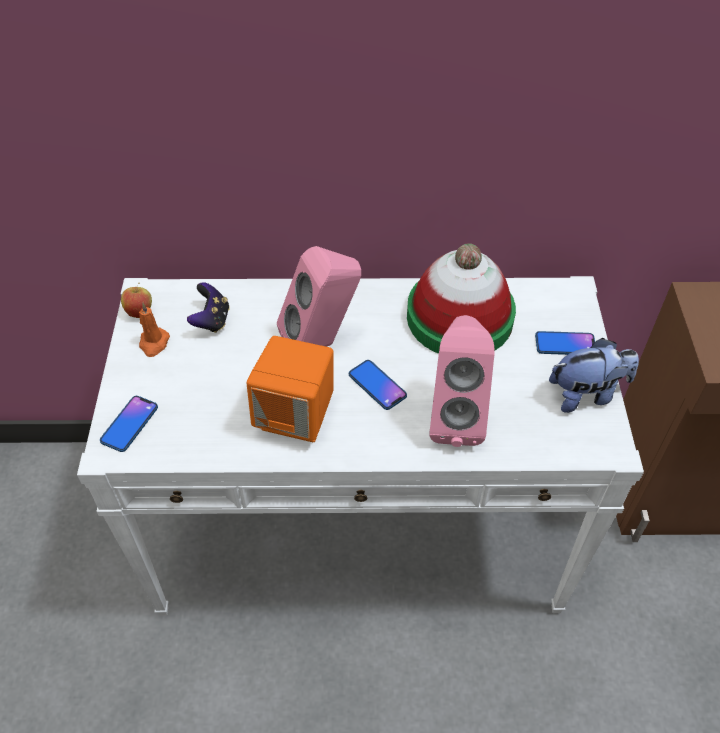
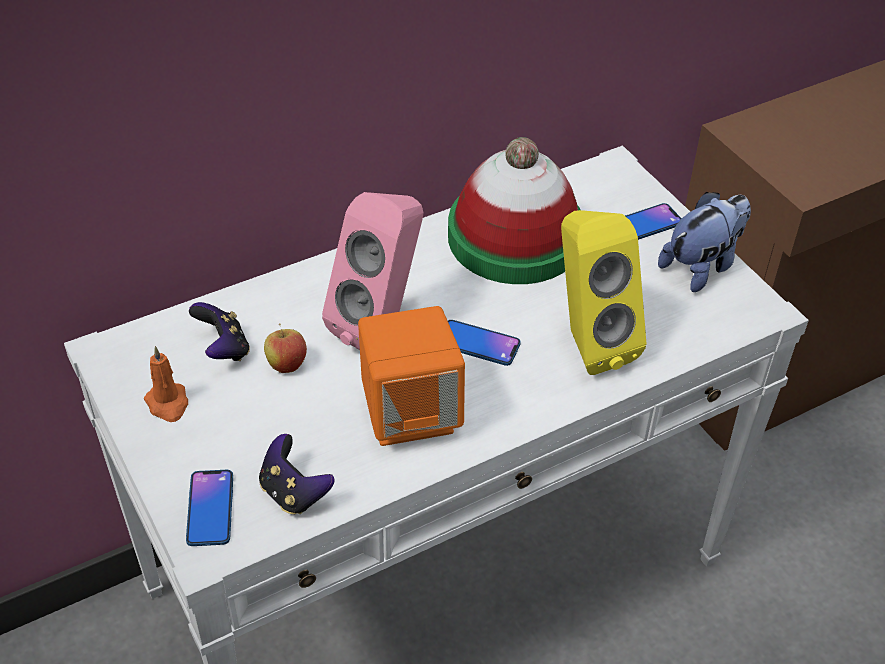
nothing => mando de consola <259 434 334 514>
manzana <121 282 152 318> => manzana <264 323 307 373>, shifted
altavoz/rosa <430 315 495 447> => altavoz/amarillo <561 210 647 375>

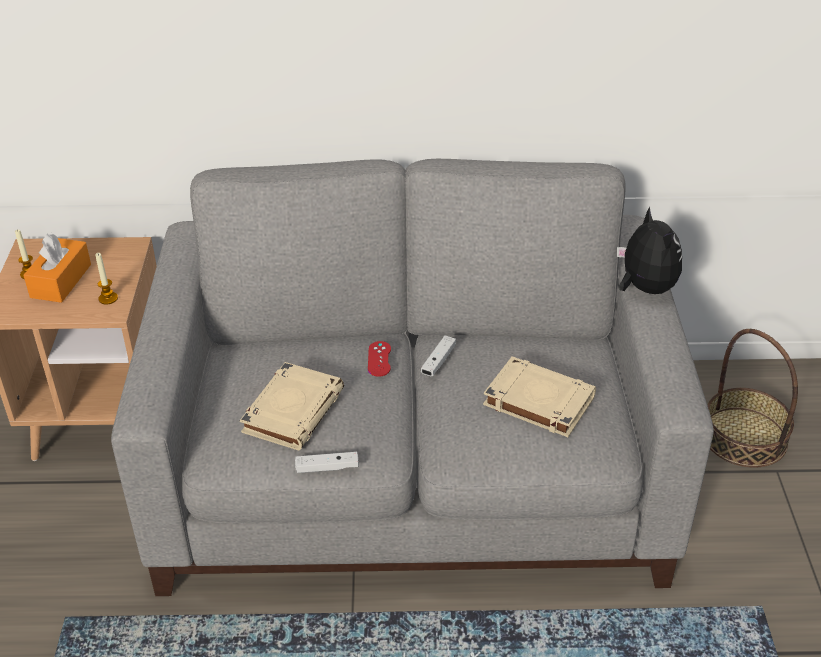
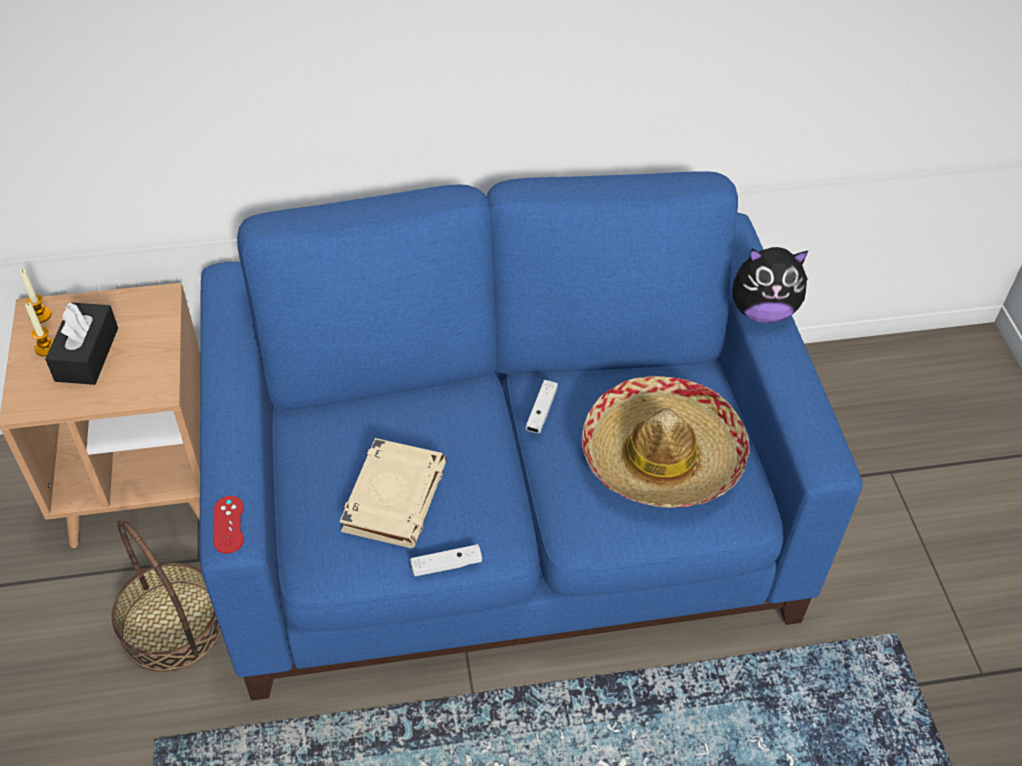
vela <96 253 118 305> => vela <19 269 51 323>, shifted
mando de consola/rojo <368 341 391 377> => mando de consola/rojo <213 496 244 554>, shifted
cesta <708 329 798 468> => cesta <112 519 221 672>, shifted
libro/beis <483 356 596 437> => sombrero <582 376 750 508>
caja de pañuelos/naranja <23 233 91 303> => caja de pañuelos/negro <45 302 118 385>
sofá/gris <111 159 714 596> => sofá/azul <200 171 862 701>
peluche <617 206 682 294> => peluche <732 247 808 323>, 120 degrees clockwise

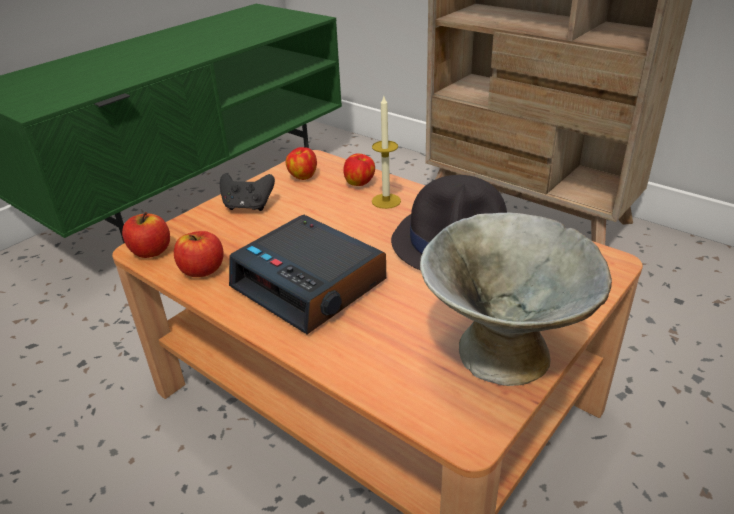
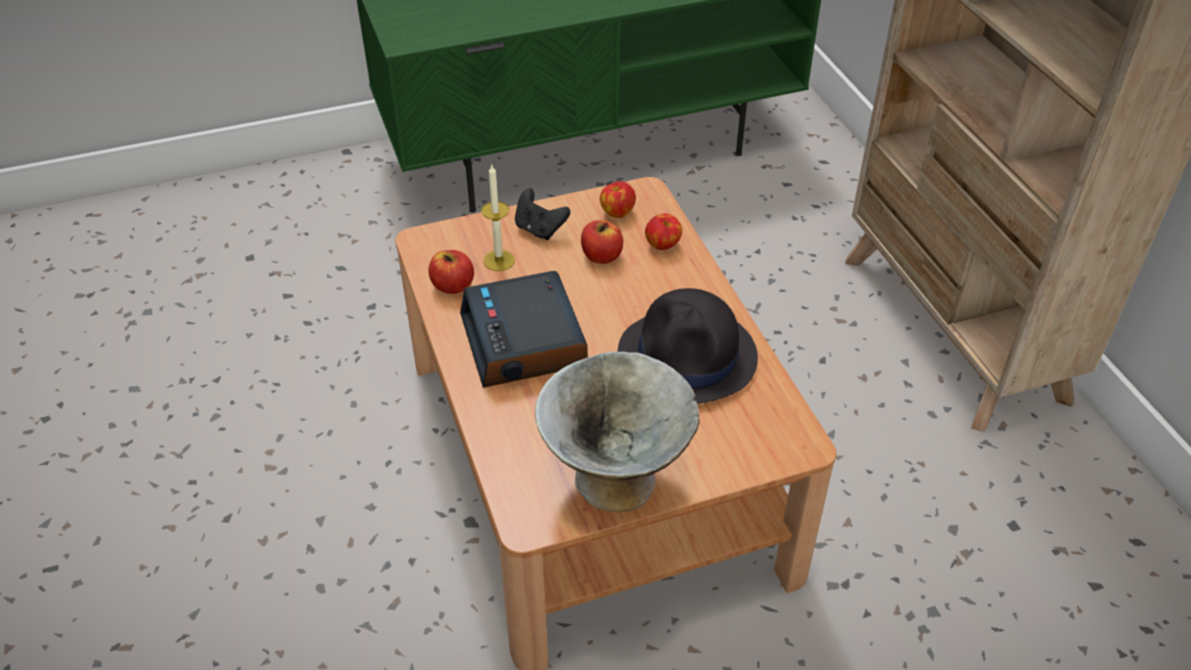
manzana <122 212 170 258> => manzana <581 220 623 264>, shifted
vela <372 96 401 209> => vela <481 165 515 271>, shifted

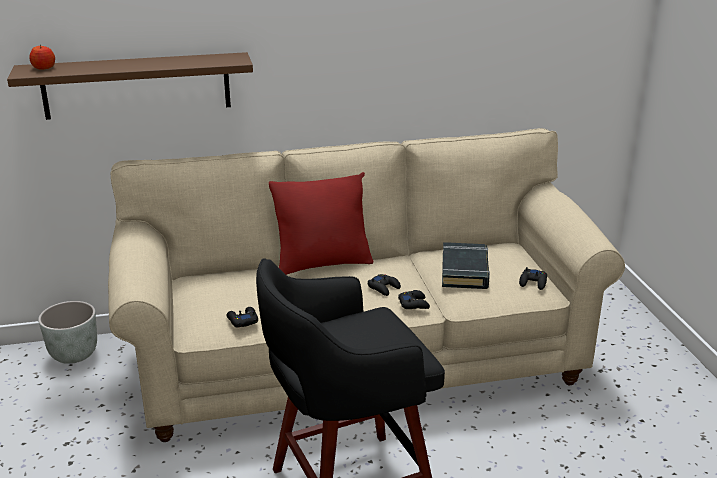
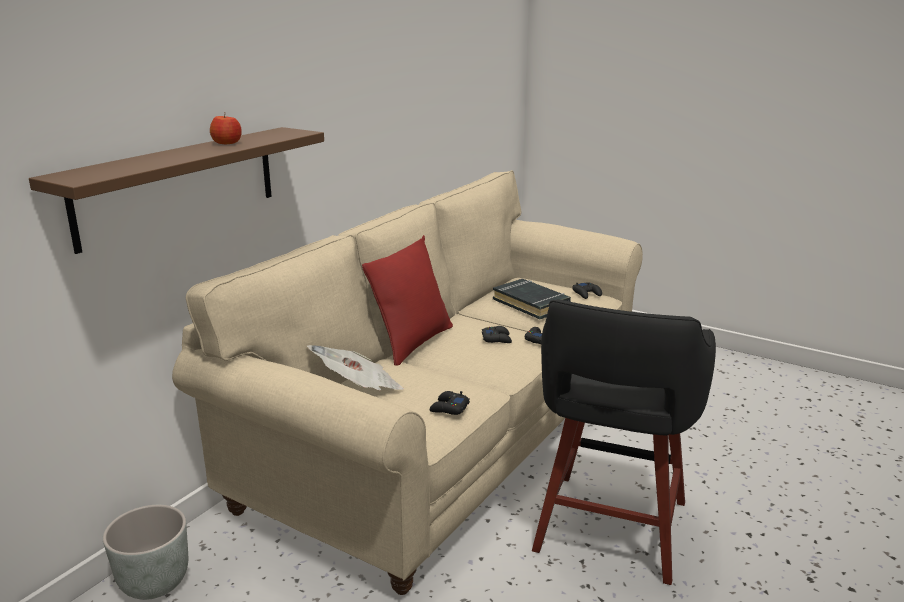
nothing => periódico <307 345 404 390>
manzana <29 45 55 70> => manzana <210 115 242 144>, shifted

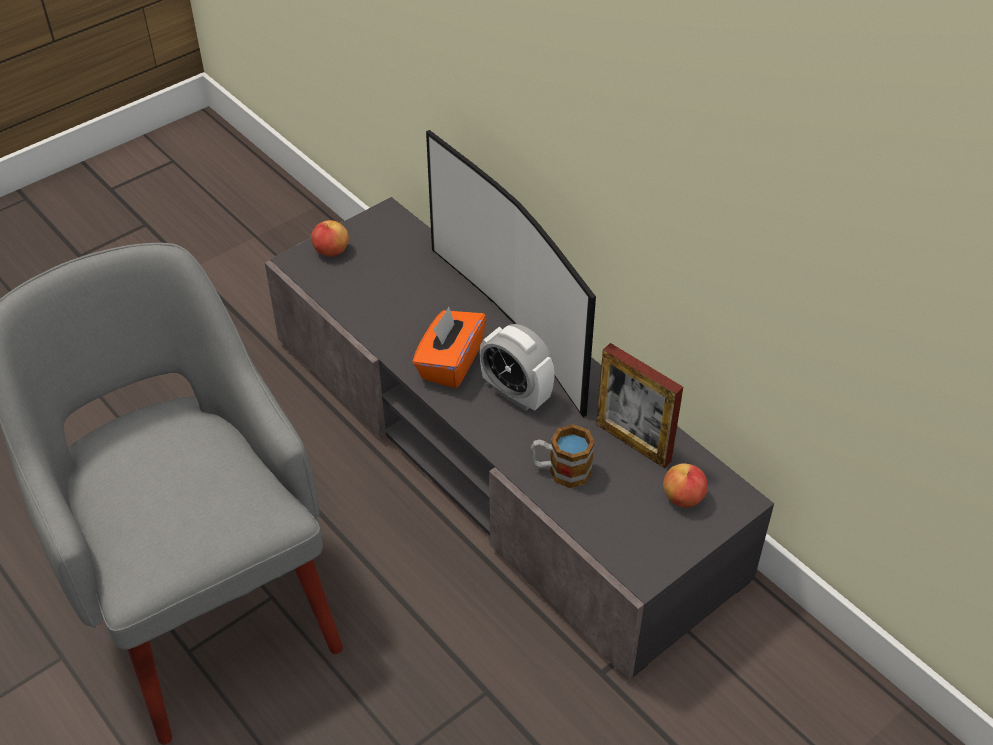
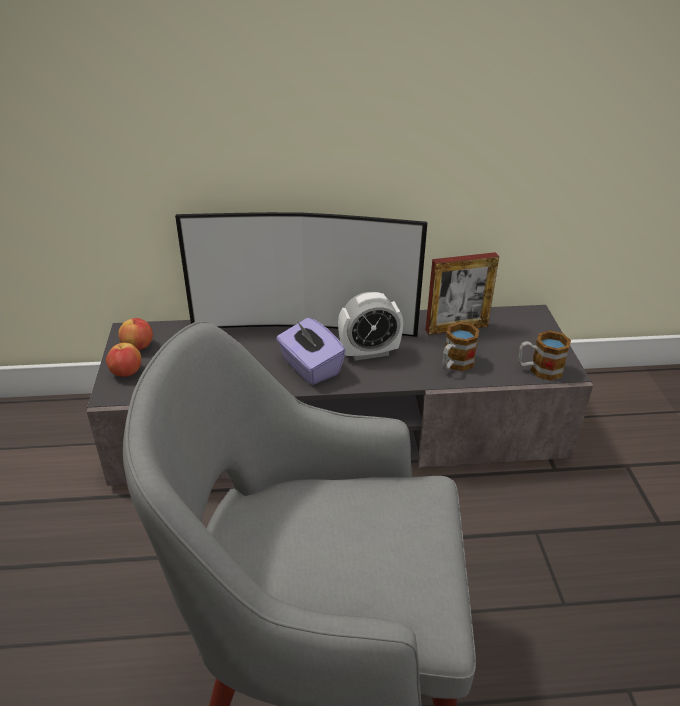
nothing => taza grande <518 330 571 381>
manzana <663 463 708 508> => manzana <119 318 153 350>, shifted
caja de pañuelos/naranja <413 307 486 389> => caja de pañuelos/morado <276 317 346 385>

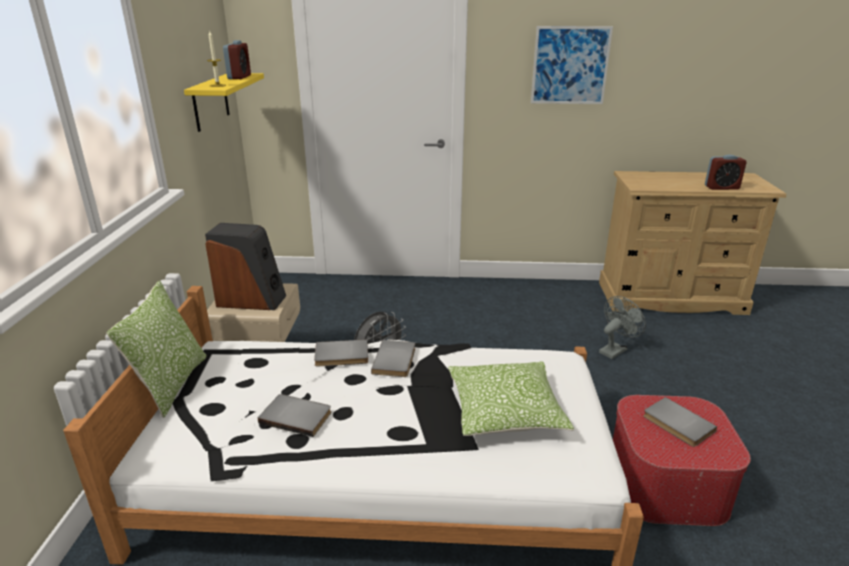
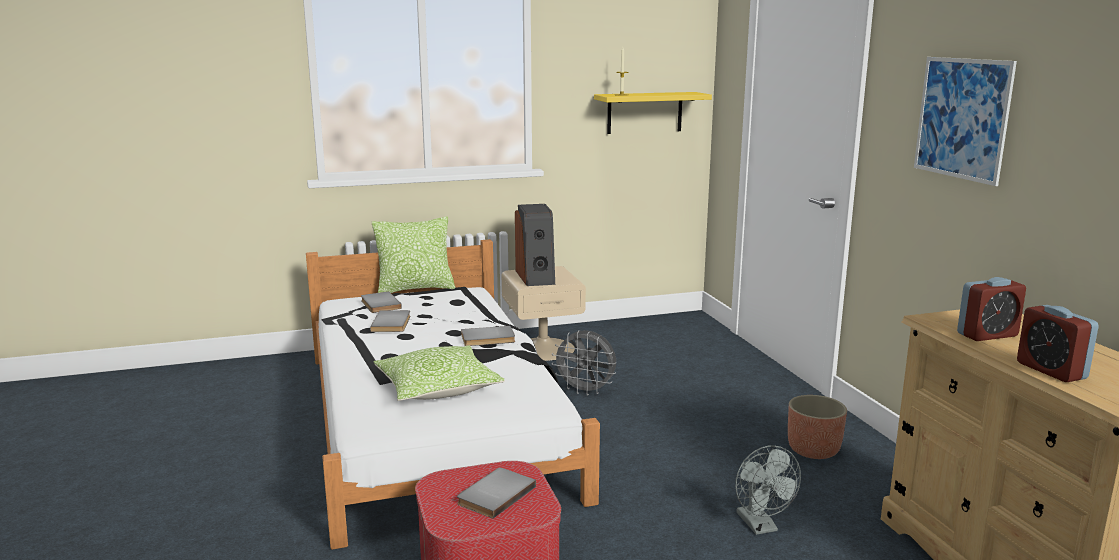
nothing => maceta <788 395 847 459>
despertador <223 40 251 79> => despertador <957 277 1026 341>, shifted
libro/gris <314 339 368 366> => libro/gris <361 291 402 313>, shifted
ventilador/gris <599 296 646 359> => ventilador/gris <735 445 801 535>, 45 degrees clockwise

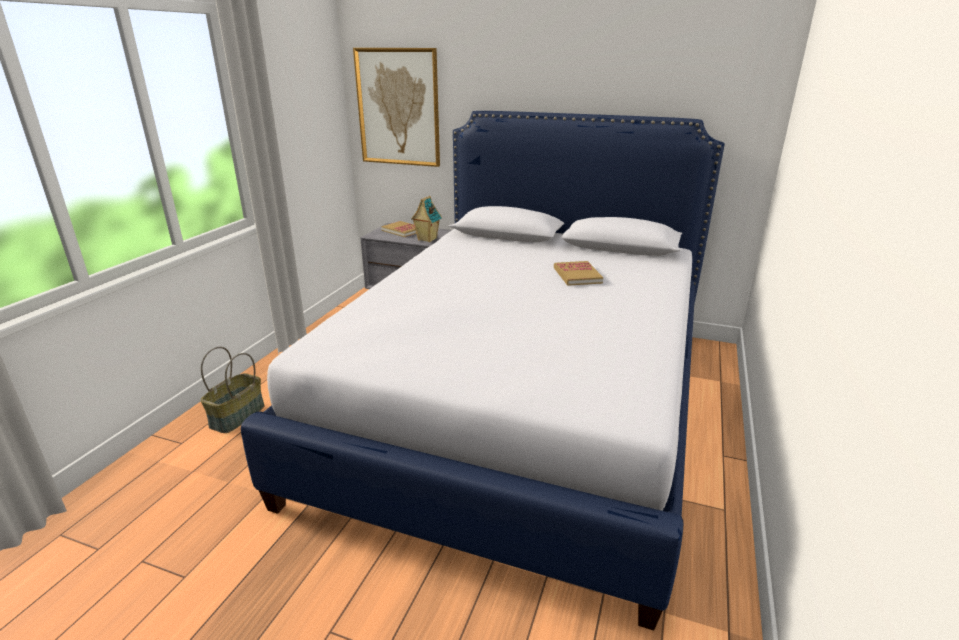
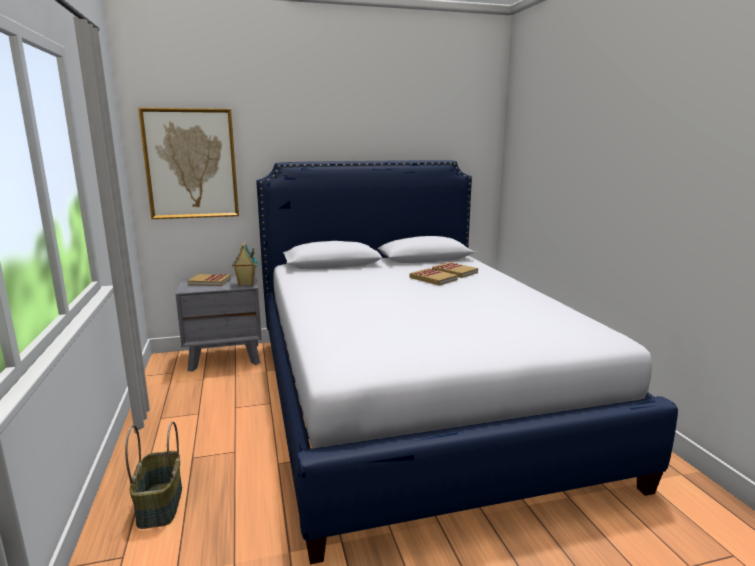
nothing => libro <432 262 478 278>

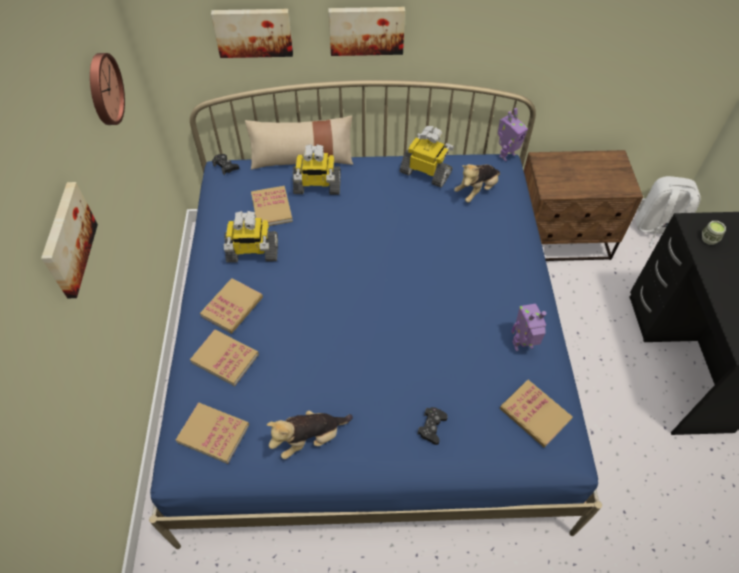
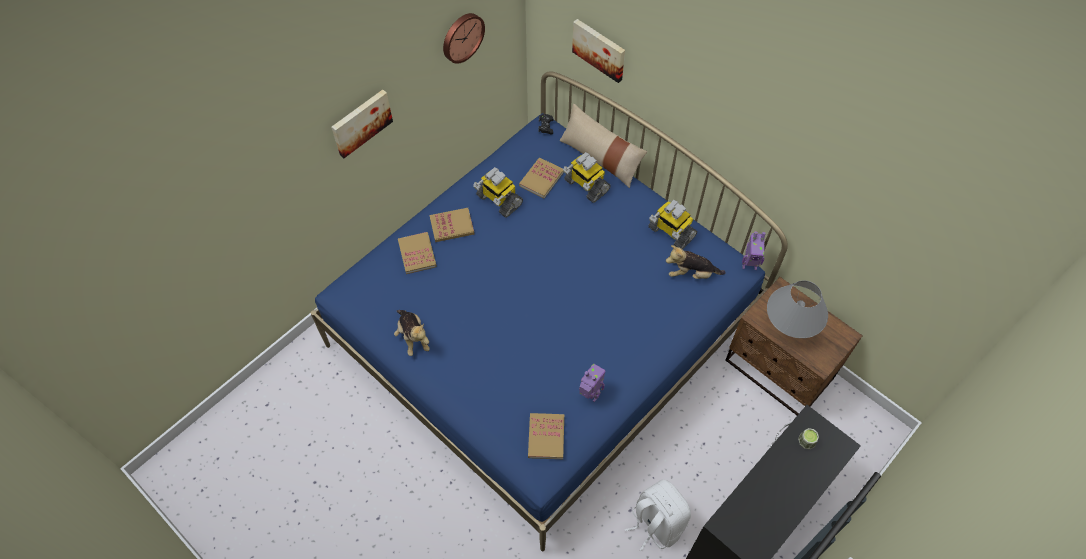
libro <176 403 249 464> => nothing
cuadro <329 7 405 56> => nothing
mando de consola/negro <417 407 448 445> => nothing
nothing => lámpara de mesa/gris <767 281 828 338>
mochila/blanco <636 176 701 247> => mochila/blanco <625 479 691 551>, shifted
peluche <267 411 353 459> => peluche <394 310 430 356>, 135 degrees counterclockwise
robot de juguete <400 126 454 187> => robot de juguete <648 200 697 250>, 150 degrees clockwise

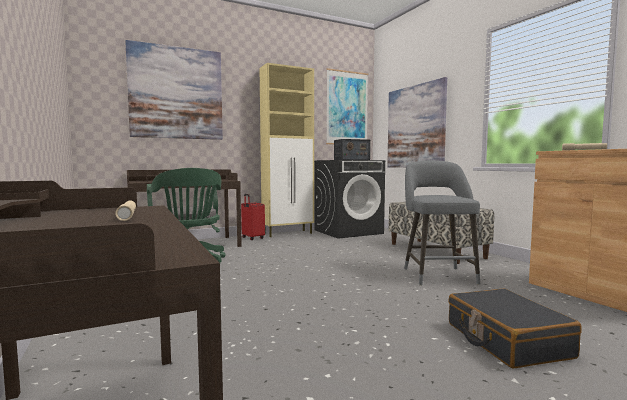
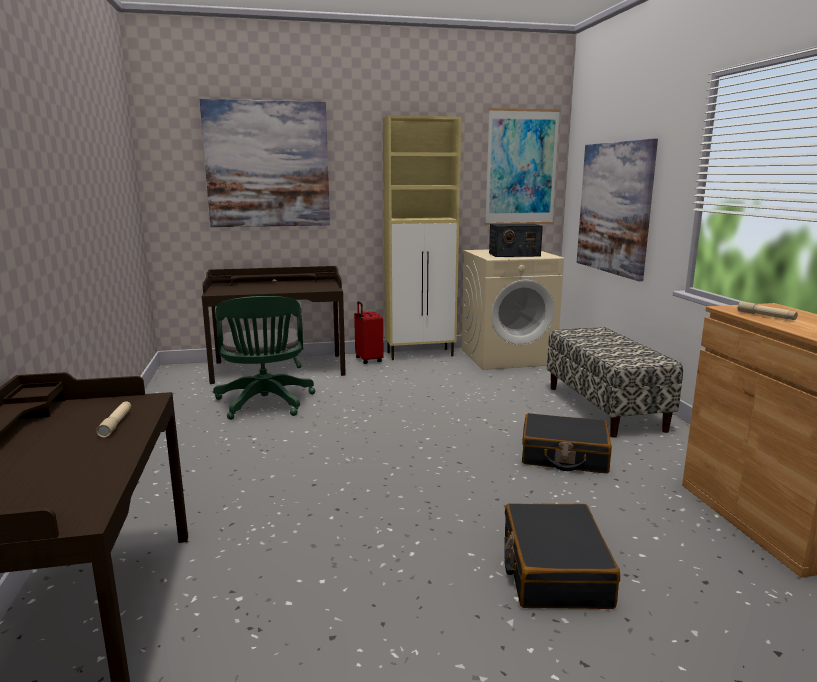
taburete/gris <404 160 480 286> => maleta/negro <522 413 612 473>
lavadora/negro <314 160 385 239> => lavadora/beis <462 249 564 370>

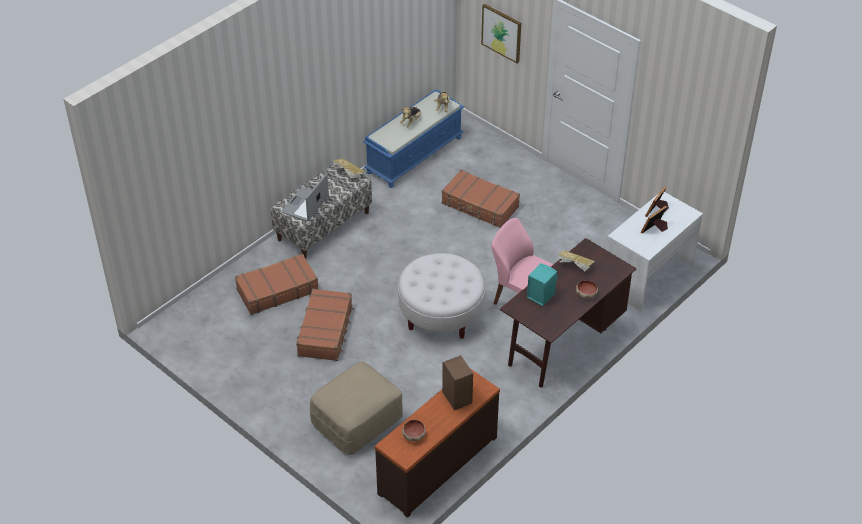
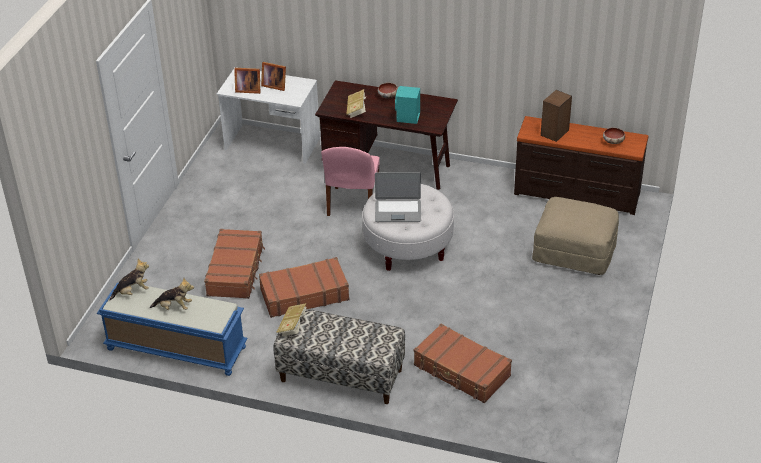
cuadro <481 4 521 64> => nothing
portátil <281 173 329 222> => portátil <375 172 421 222>, shifted
maleta/marrón <296 289 354 361> => maleta/marrón <259 257 350 318>, shifted

